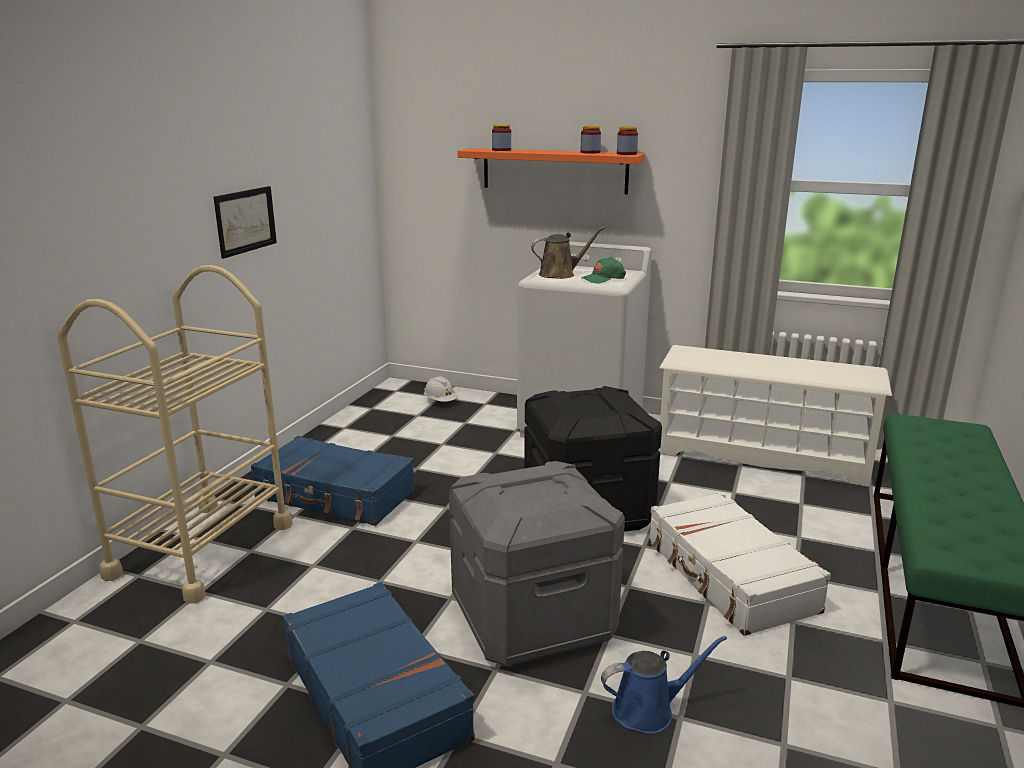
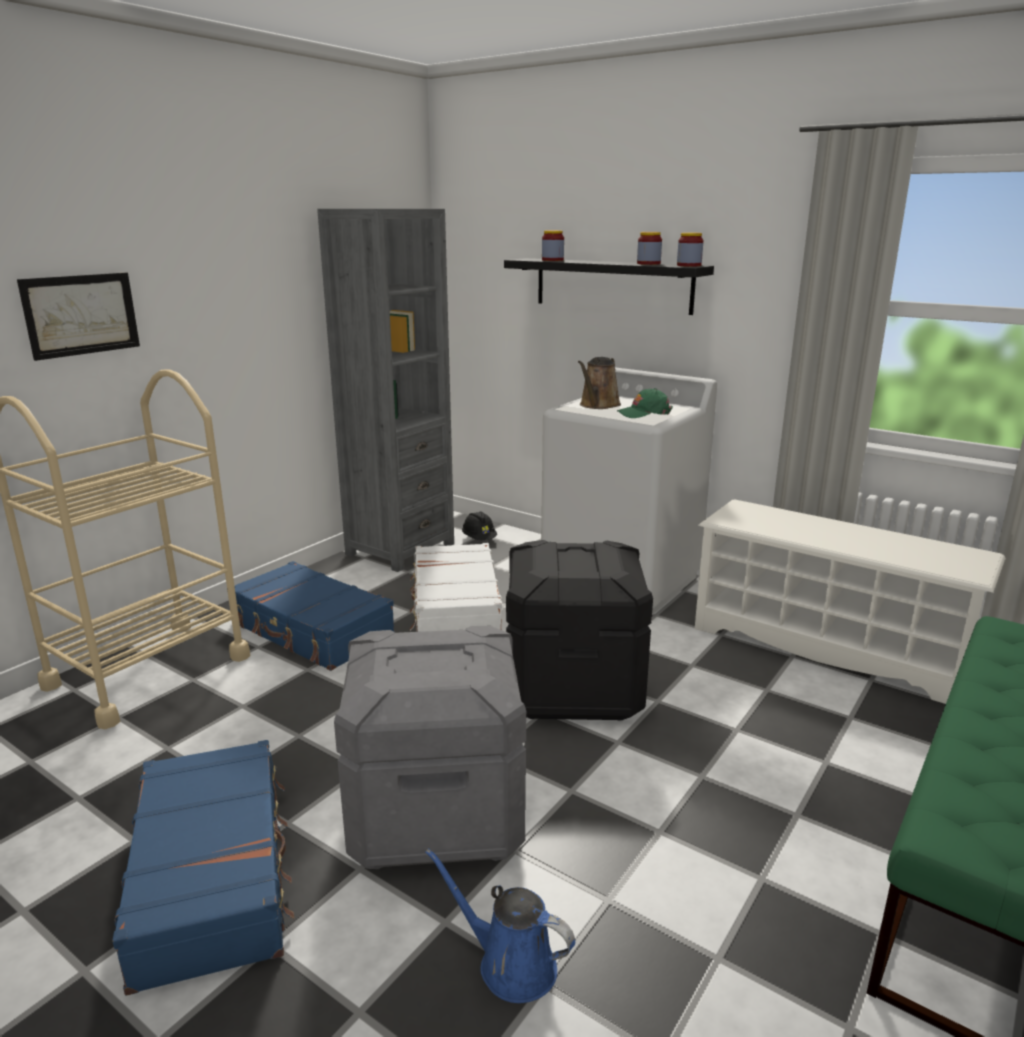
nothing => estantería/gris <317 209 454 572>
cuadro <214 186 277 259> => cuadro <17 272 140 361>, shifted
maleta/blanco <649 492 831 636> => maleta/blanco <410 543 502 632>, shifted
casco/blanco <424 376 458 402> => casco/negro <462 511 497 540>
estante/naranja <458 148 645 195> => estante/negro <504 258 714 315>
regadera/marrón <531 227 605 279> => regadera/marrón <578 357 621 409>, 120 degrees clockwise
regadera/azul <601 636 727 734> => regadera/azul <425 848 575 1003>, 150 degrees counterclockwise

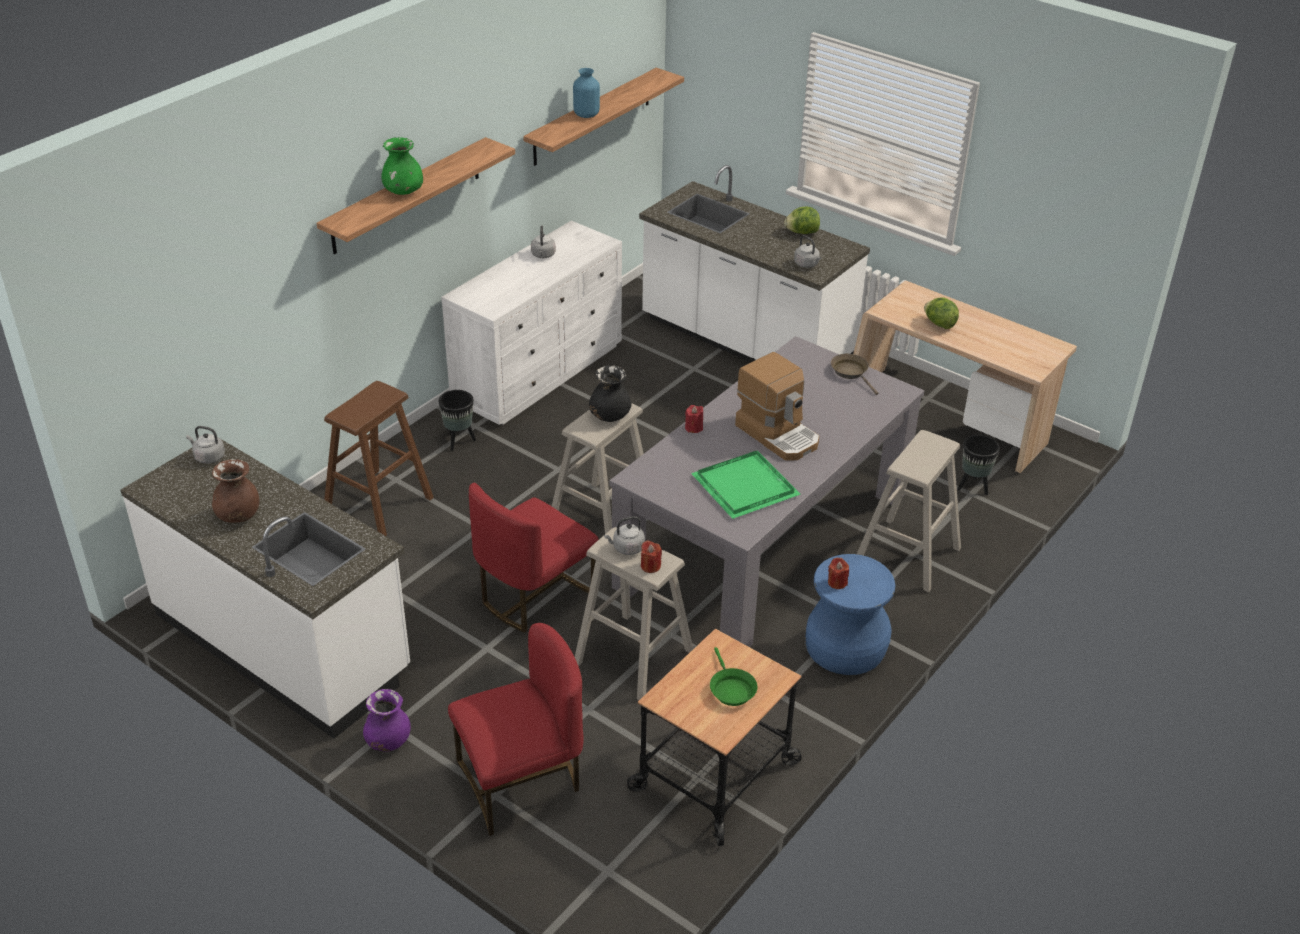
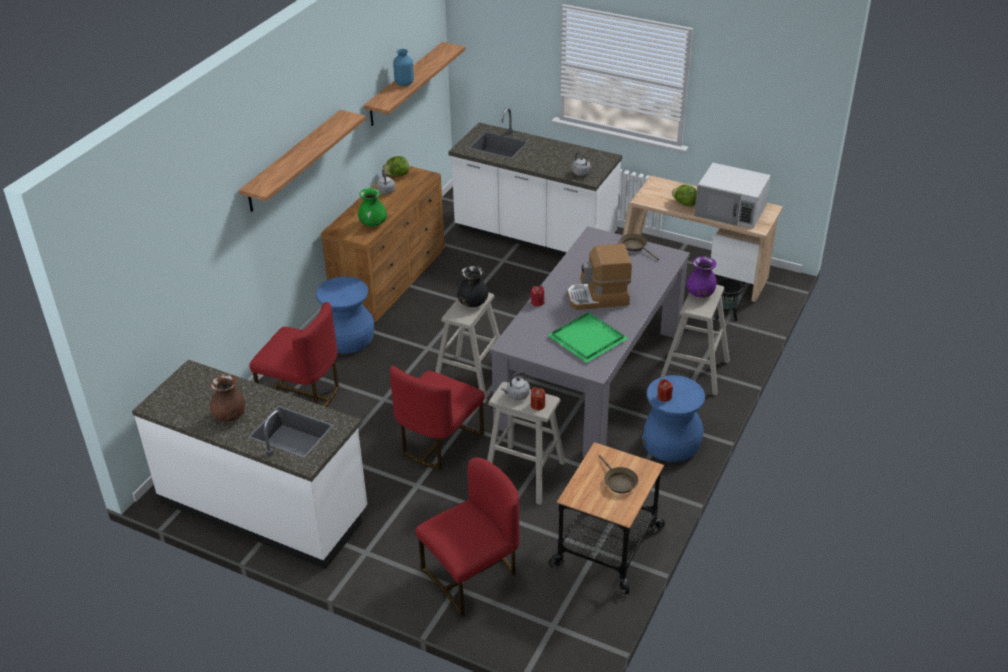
hervidor/gris <186 426 225 464> => nothing
nothing => microondas/blanco <694 163 771 228>
florero/morado <363 689 411 752> => florero/morado <686 256 717 298>, shifted
florero/verde <381 137 423 195> => florero/verde <358 188 387 227>, shifted
lechuga <784 207 820 234> => lechuga <383 156 409 176>, shifted
taburete/marrón <324 381 434 536> => silla/rojo <249 302 339 407>
maceta/negro <439 390 476 451> => taburete/azul <316 276 374 354>
cómoda/blanco <441 221 622 425> => cómoda/marrón <321 166 445 322>
sartén/verde <710 647 757 706> => sartén/marrón <599 455 638 494>
cafetera <735 352 819 461> => cafetera <567 244 632 310>, 135 degrees clockwise

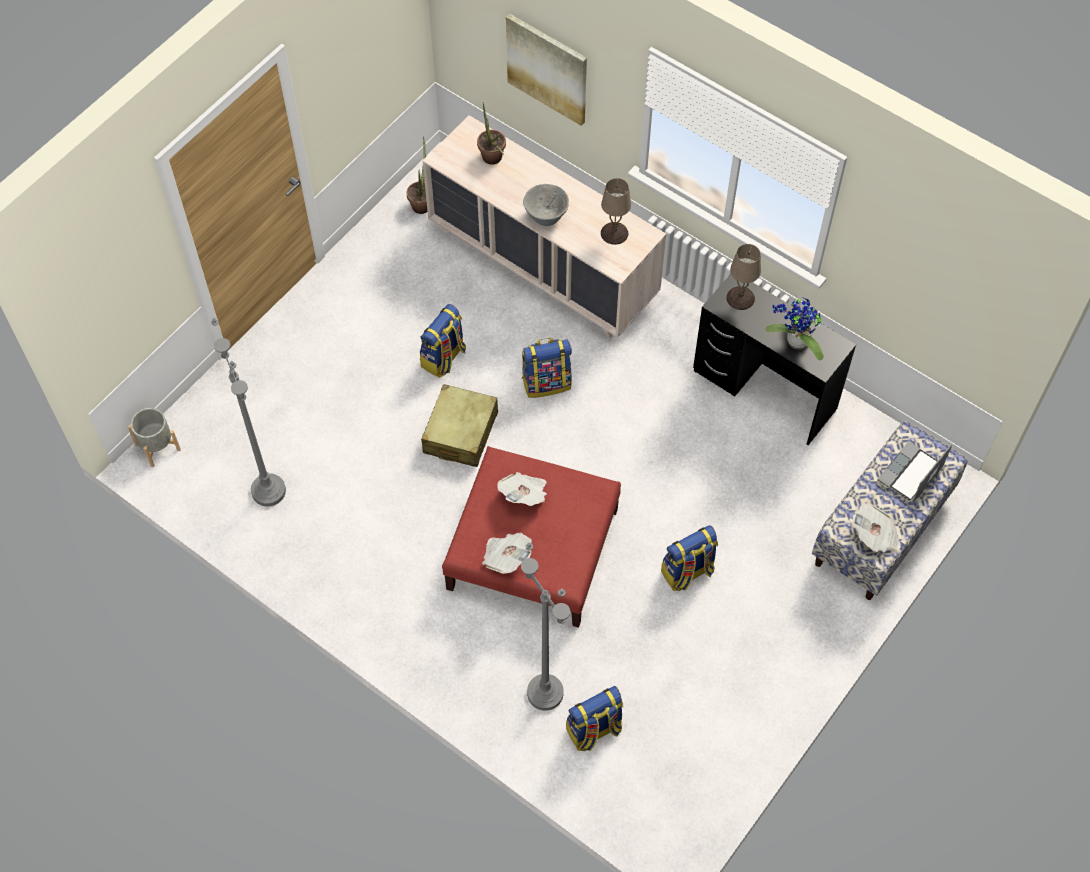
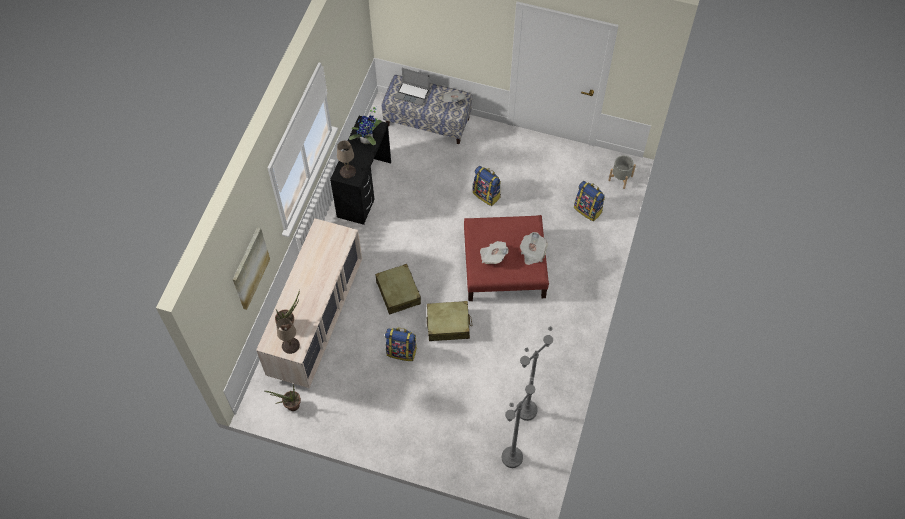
cuenco/gris <523 184 569 226> => nothing
maceta/gris <128 408 181 467> => maceta/gris <608 155 636 189>, shifted
lámpara de pie/gris <521 542 570 711> => lámpara de pie/gris <502 377 535 468>, shifted
lámpara de mesa/beis <601 178 631 245> => lámpara de mesa/beis <277 318 300 354>, shifted
mochila <522 338 572 398> => maleta/beis <375 264 421 315>

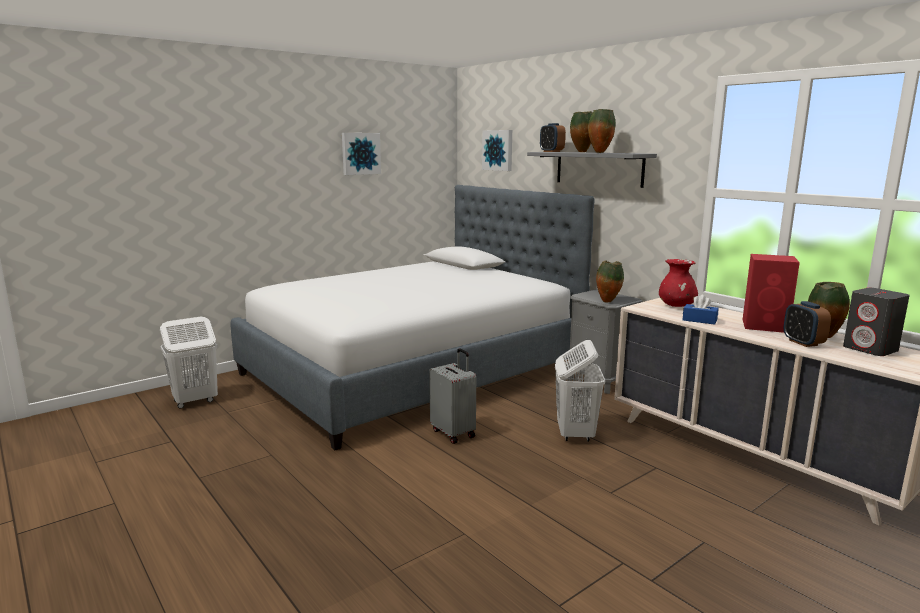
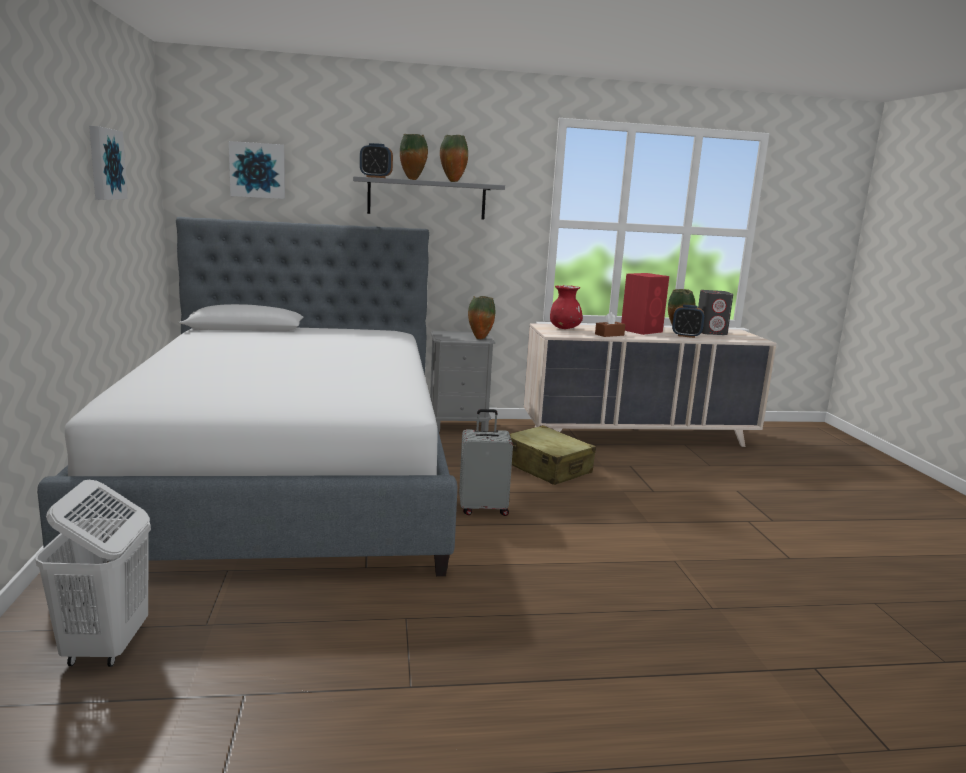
cesto de la ropa/blanco <555 340 605 442> => maleta/beis <510 425 596 485>
caja de pañuelos/azul <683 295 719 325> => caja de pañuelos/marrón <595 312 625 337>

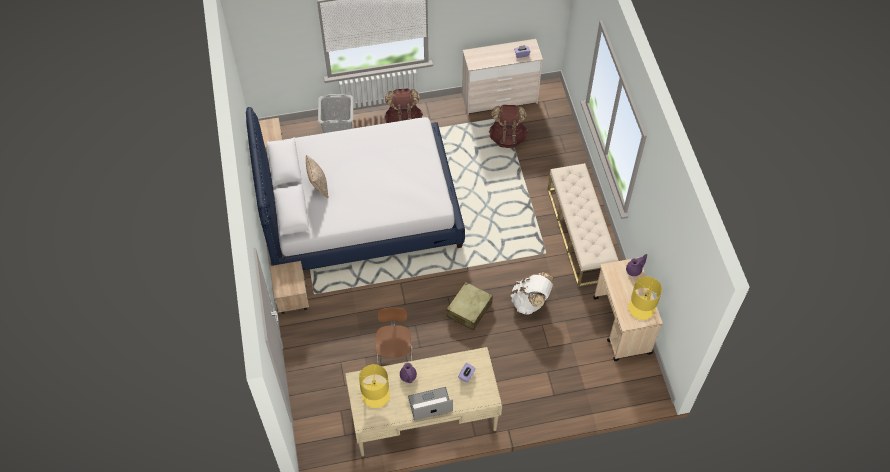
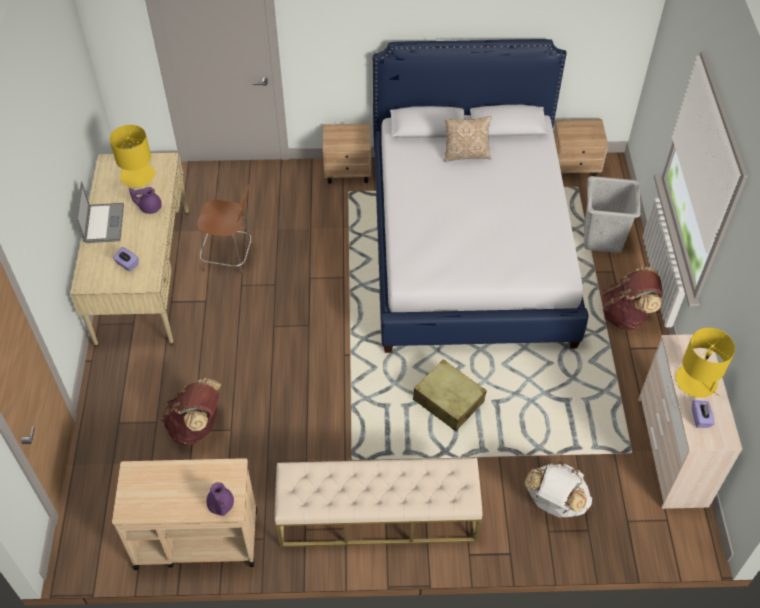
maleta/beis <446 282 493 331> => maleta/beis <413 359 487 431>, shifted
mochila/marrón <489 105 528 148> => mochila/marrón <162 378 222 445>, shifted
mochila/blanco <511 272 553 315> => mochila/blanco <525 461 592 517>, shifted
lámpara de mesa/amarillo <628 277 662 320> => lámpara de mesa/amarillo <676 328 735 398>, shifted

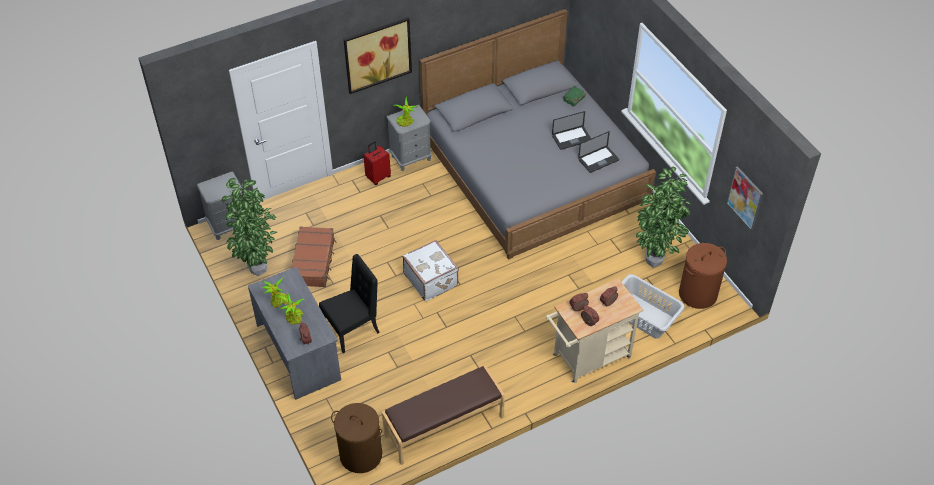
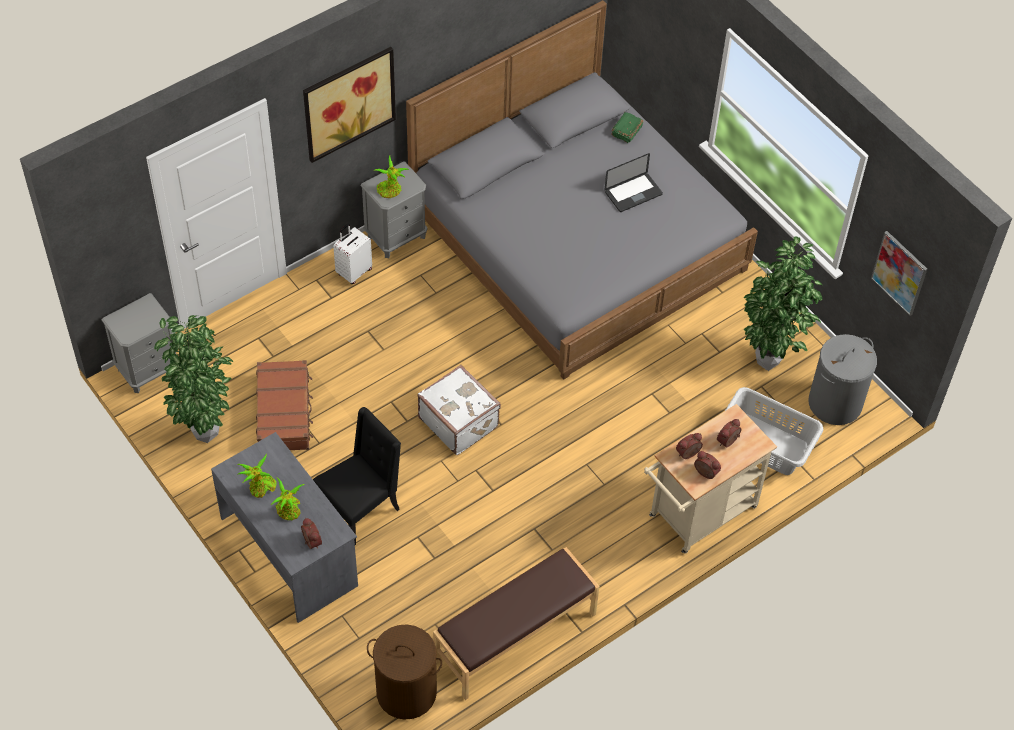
portátil <578 131 619 173> => nothing
maleta/rojo <364 141 391 185> => maleta/blanco <333 223 372 284>
cesto de la ropa/marrón <679 243 727 309> => cesto de la ropa/gris <808 334 877 425>

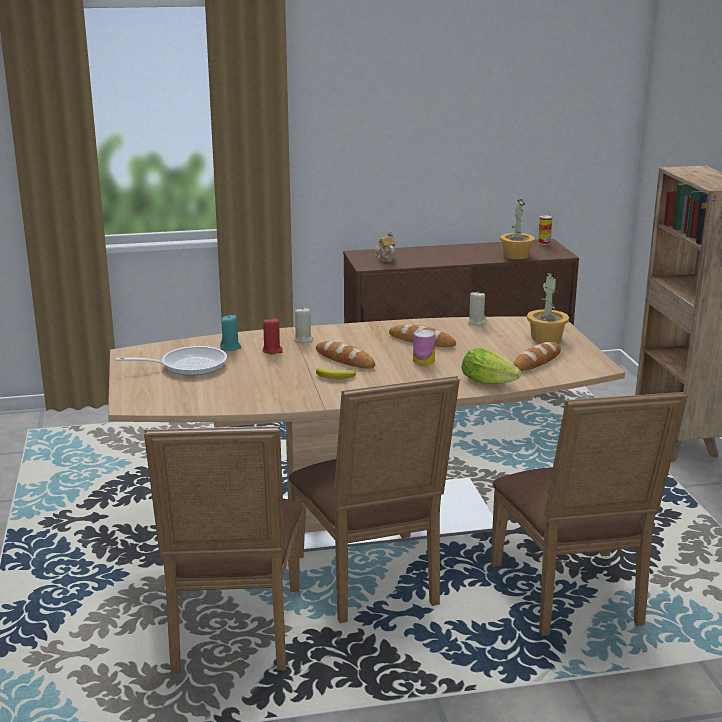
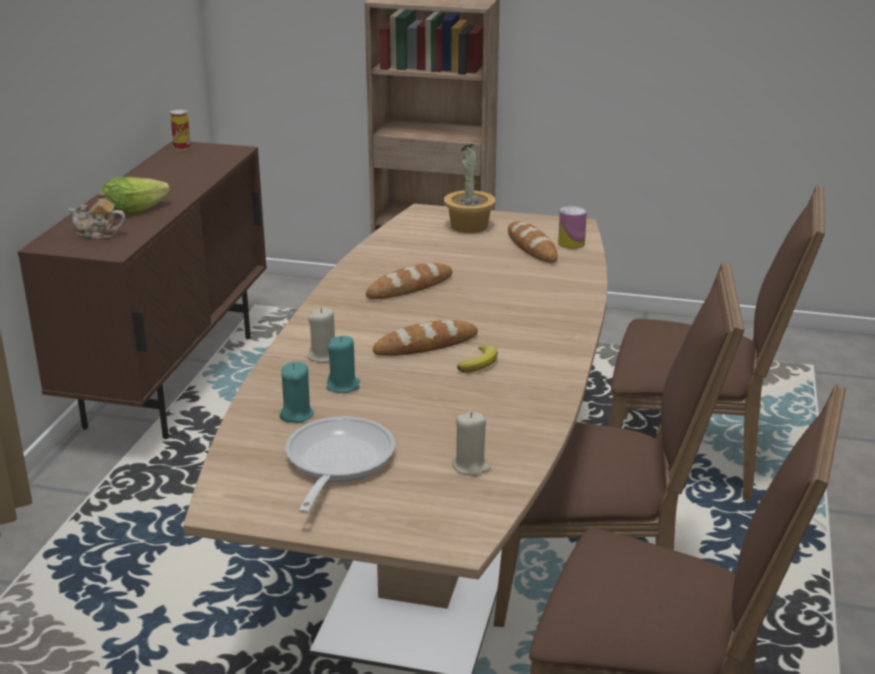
planta en maceta <500 199 535 259> => nothing
lata <413 330 436 365> => lata <558 206 587 249>, shifted
lechuga <461 348 521 384> => lechuga <101 177 170 215>, shifted
vela/beis <467 291 487 326> => vela/beis <452 411 491 476>, shifted
vela/rojo <263 317 283 355> => vela/turquesa <326 336 360 393>

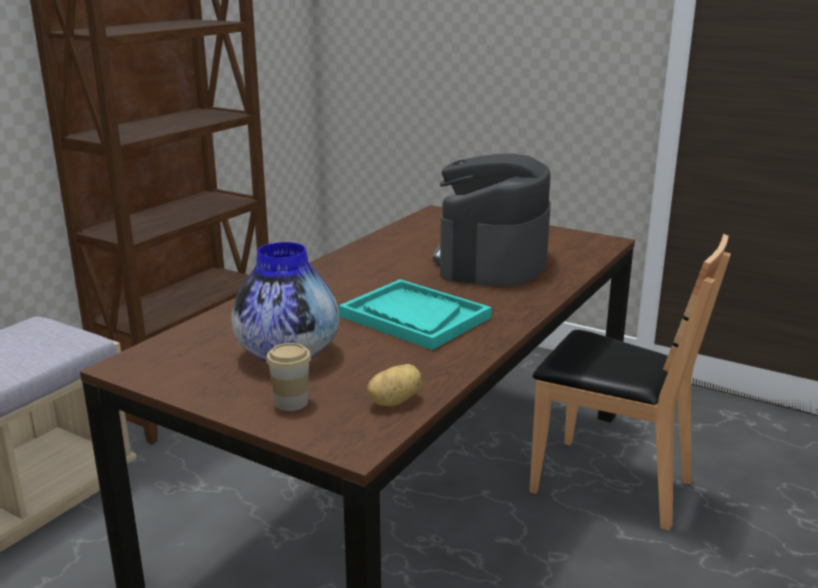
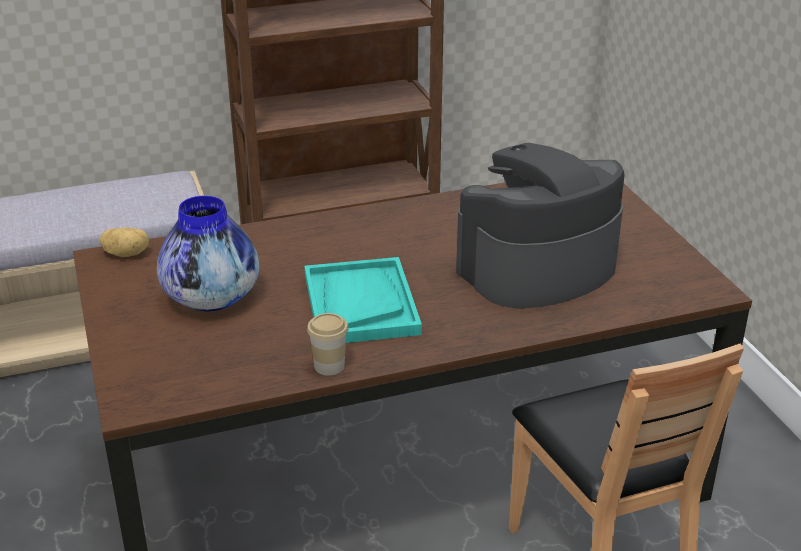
taza <266 343 311 411> => taza <307 313 348 376>, shifted
patata <367 364 421 406> => patata <99 227 149 257>, shifted

